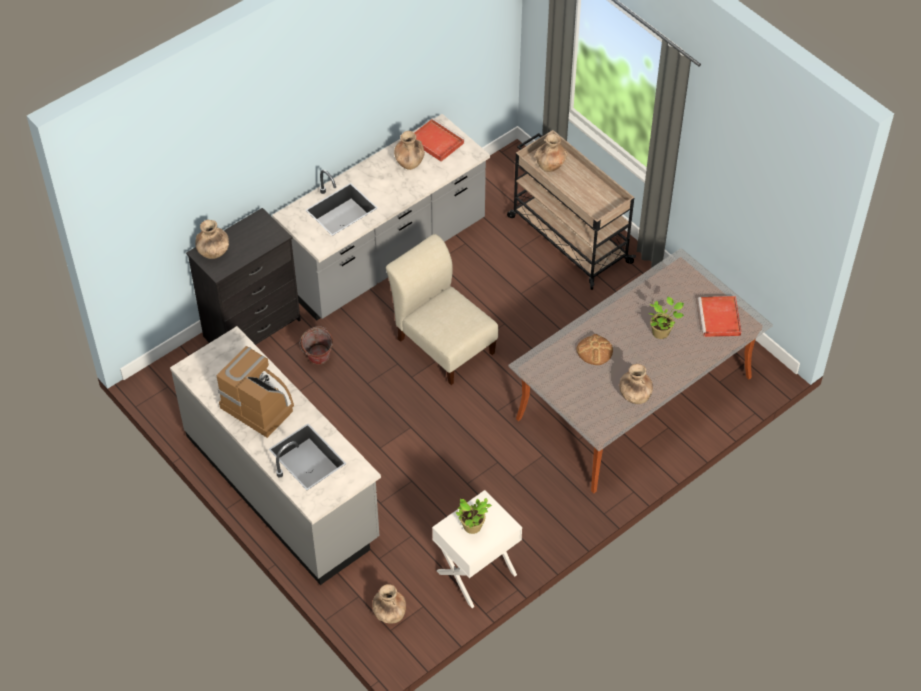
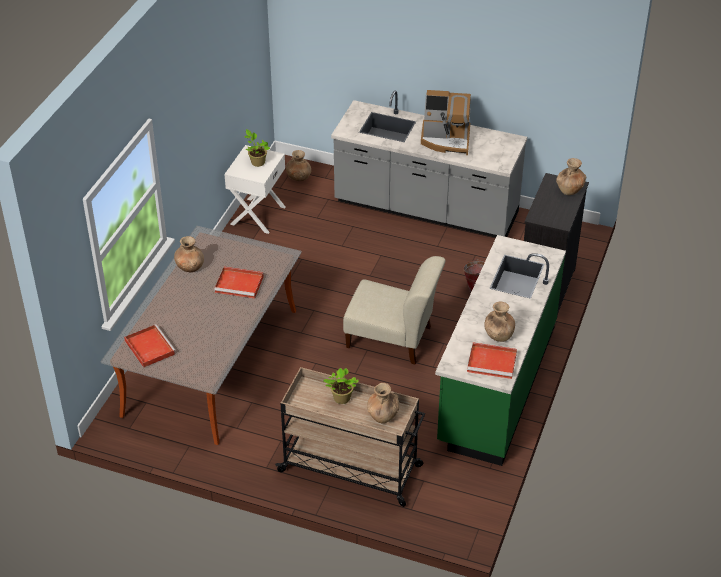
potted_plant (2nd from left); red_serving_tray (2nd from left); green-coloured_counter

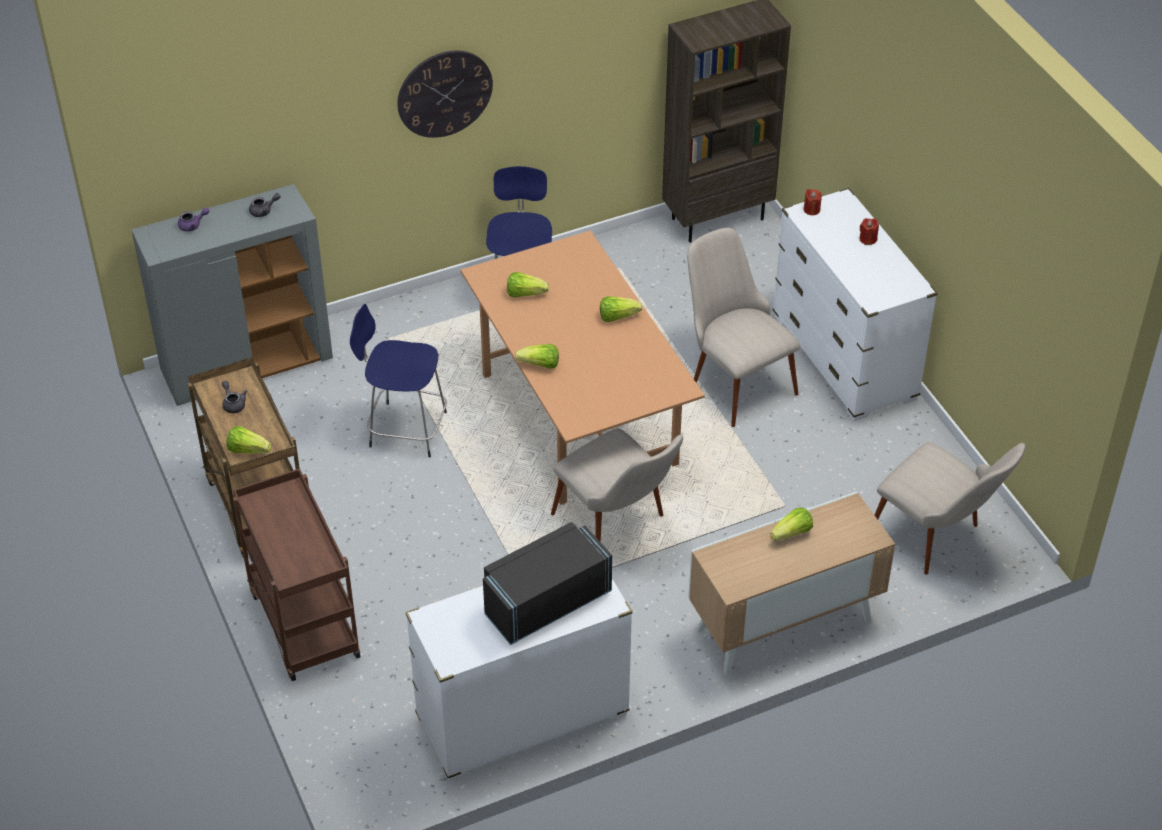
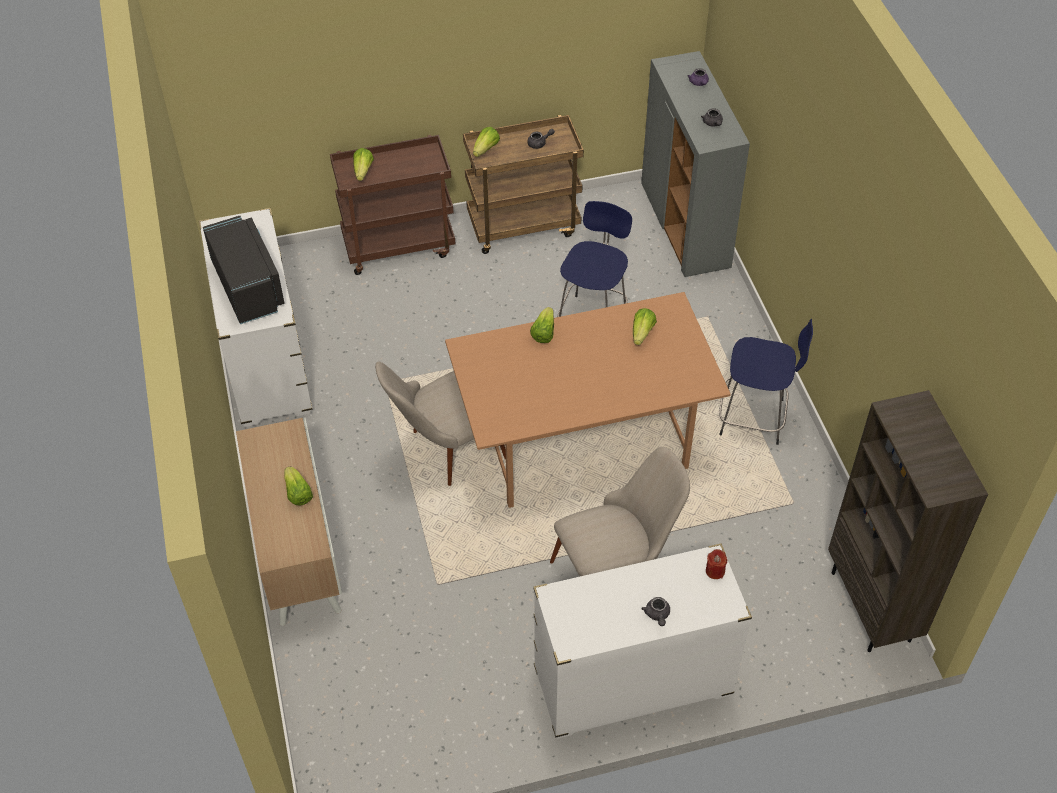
clock_on_the_wall; beige_plain_chair (3rd from left in the first image); lettuce (2nd from left); greyish_teapot (2nd from left)

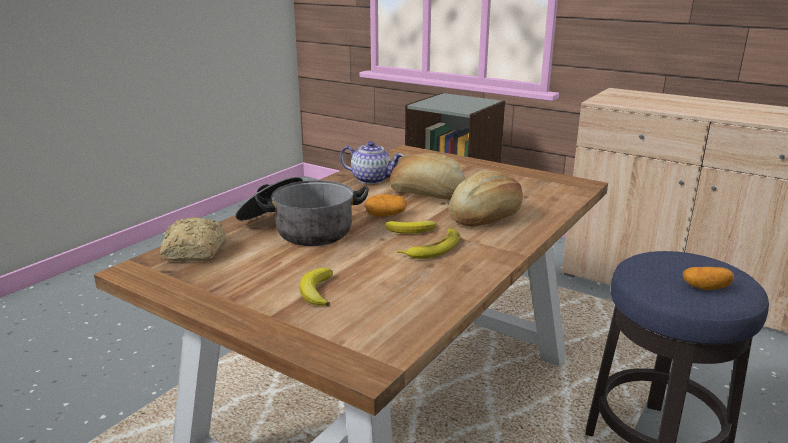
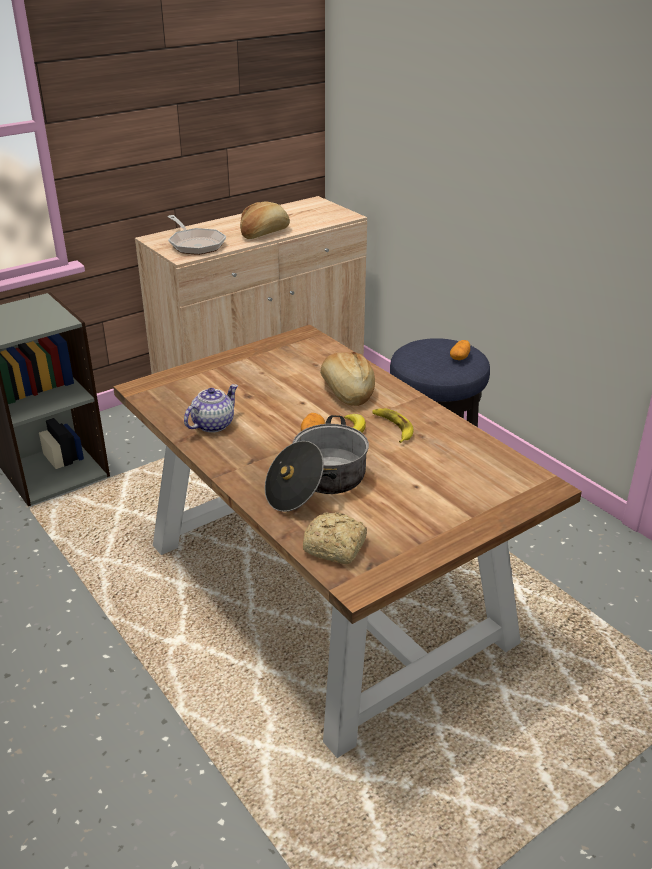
banana_fruit (1st from left in the first image); skillet; baked_bread (1st from left)

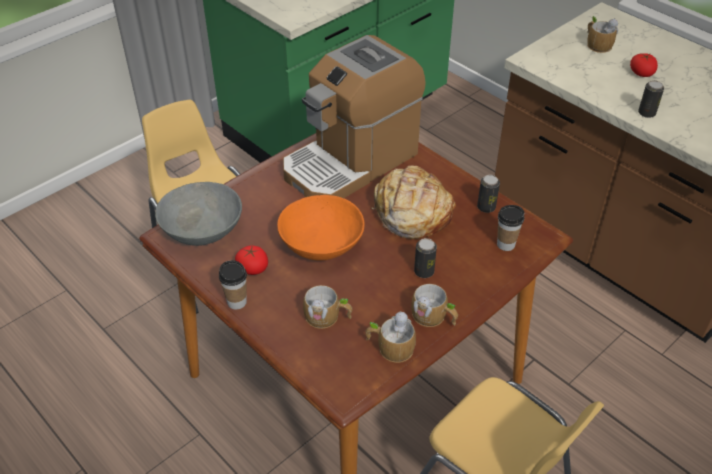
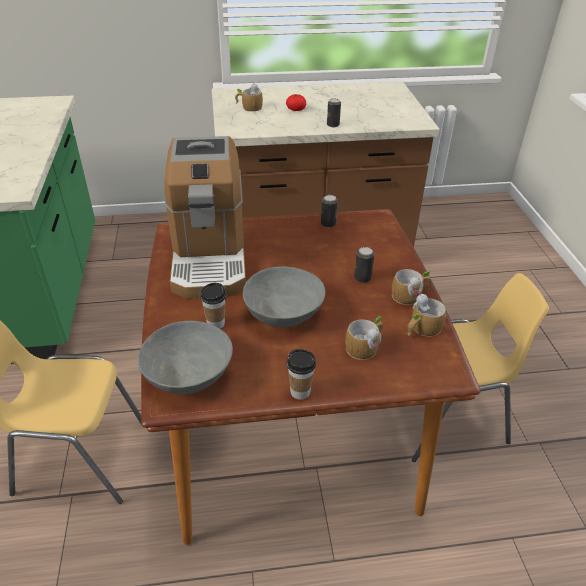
whole_tomato (1st from left in the first image); baked_bread; small_cup (1st from left); greyish_serving_bowl (2nd from left)

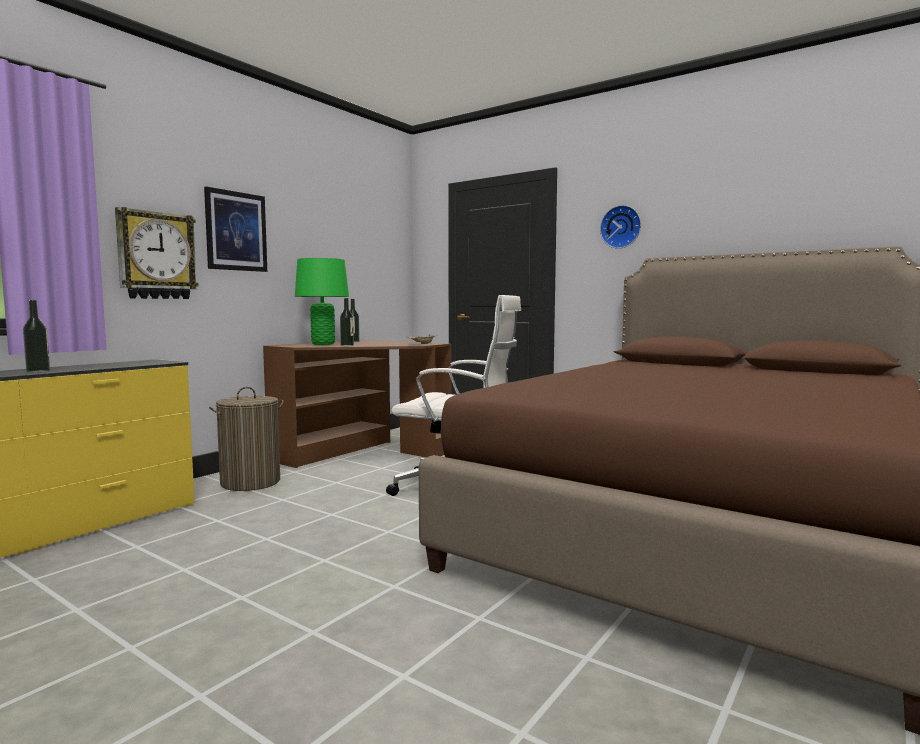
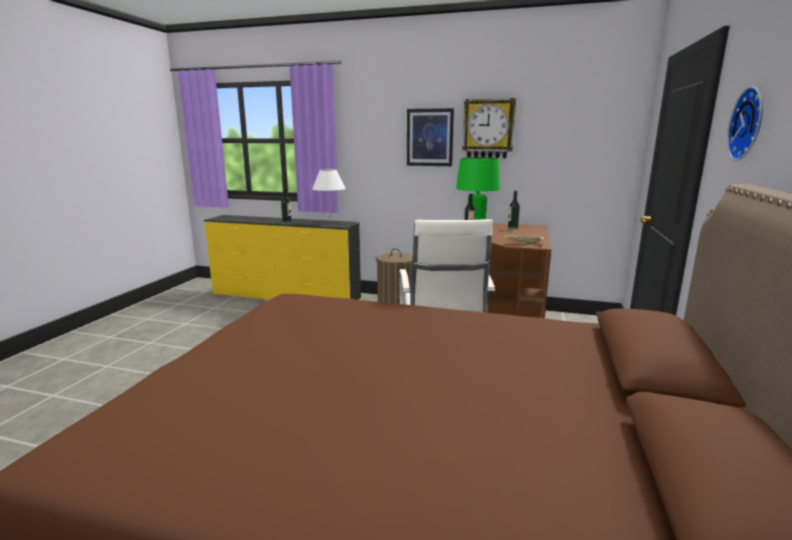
whitish_table_lamp; clock_on_the_wall (1st from left)

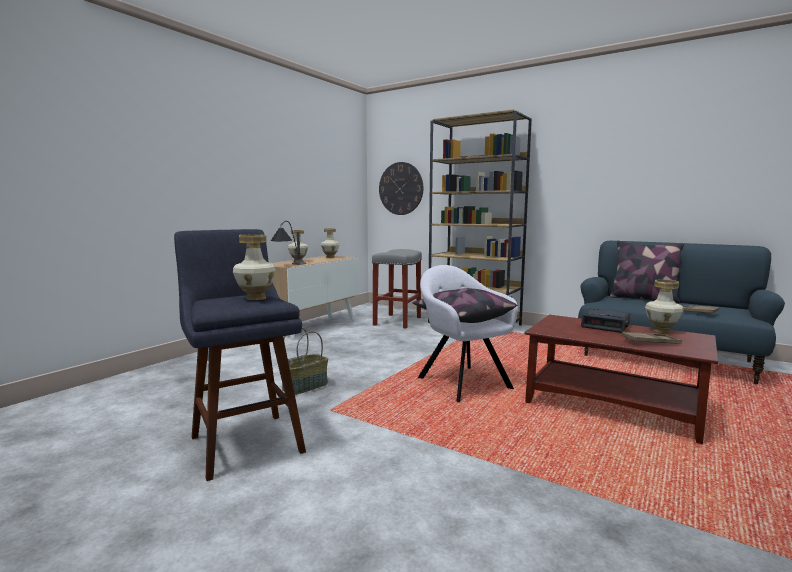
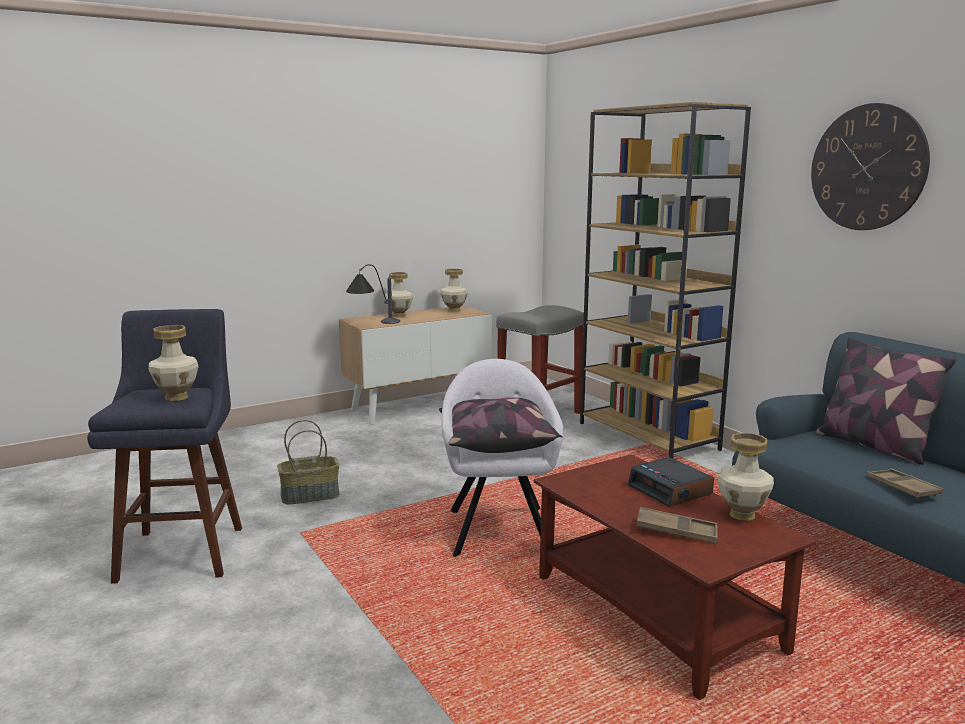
clock_on_the_wall

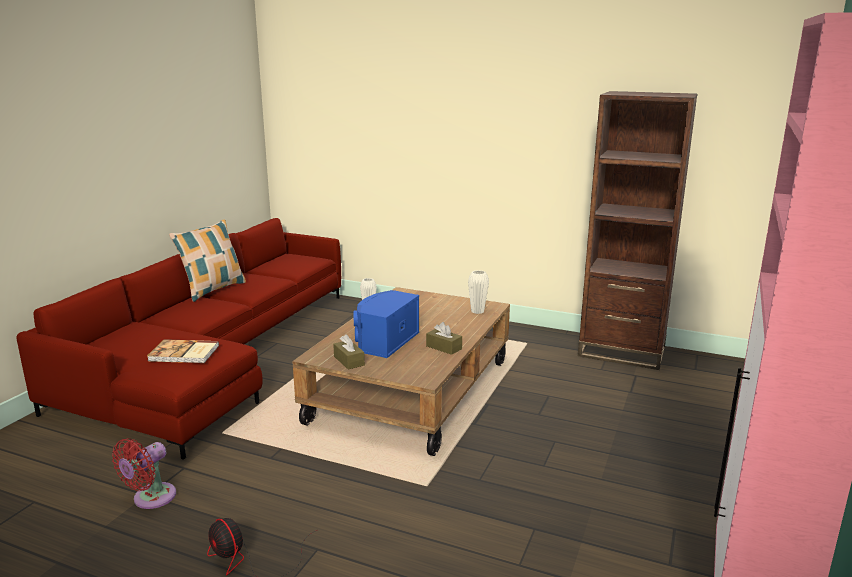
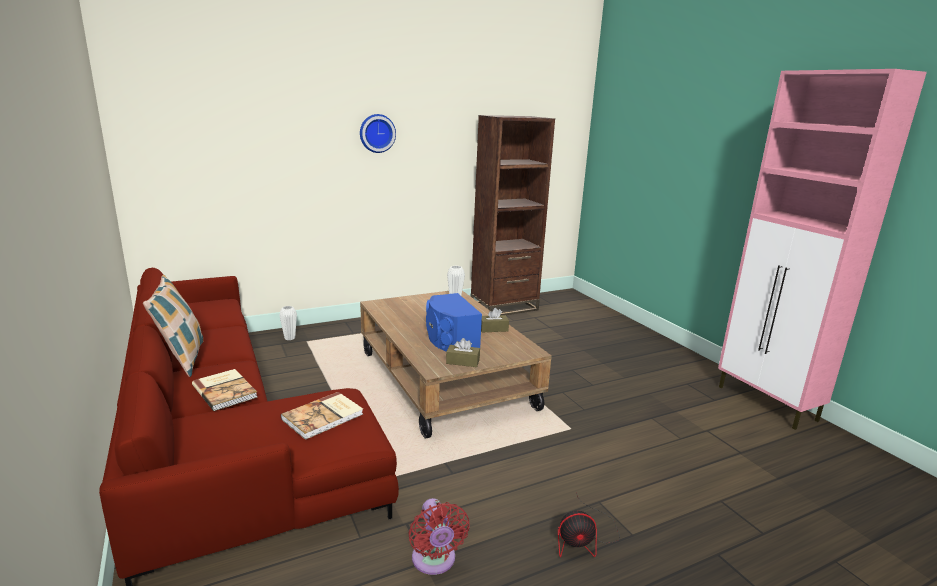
bound_book (1st from left); clock_on_the_wall

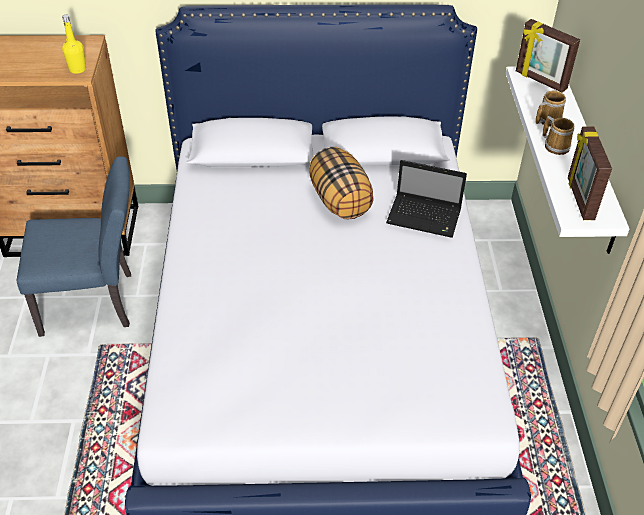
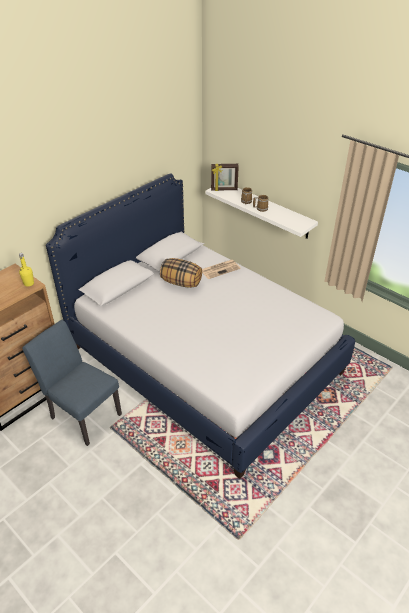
photo_frame (2nd from left in the first image); newspaper; blue-coloured_plain_chair

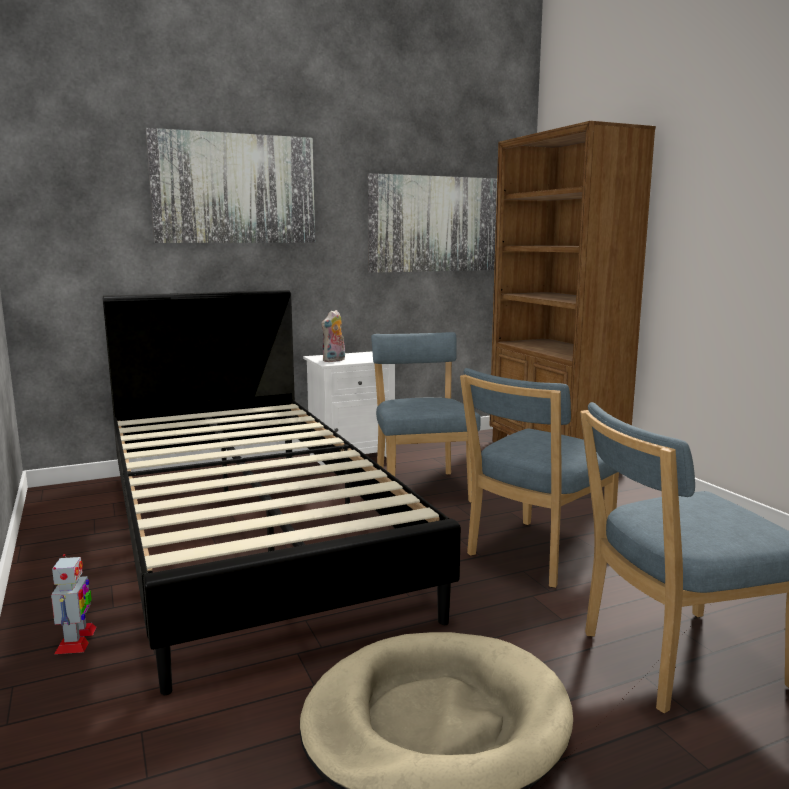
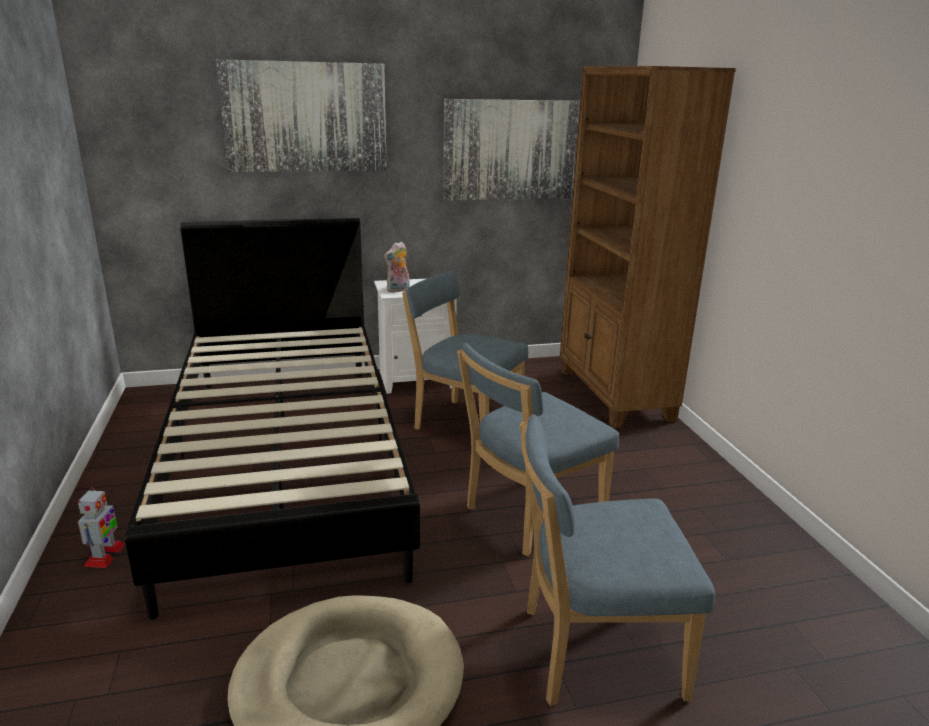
blue-coloured_plain_chair (1st from left)

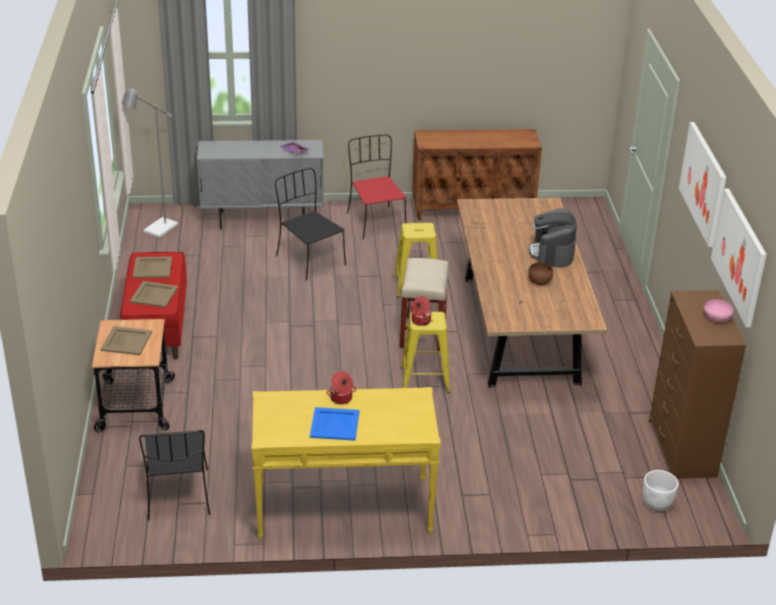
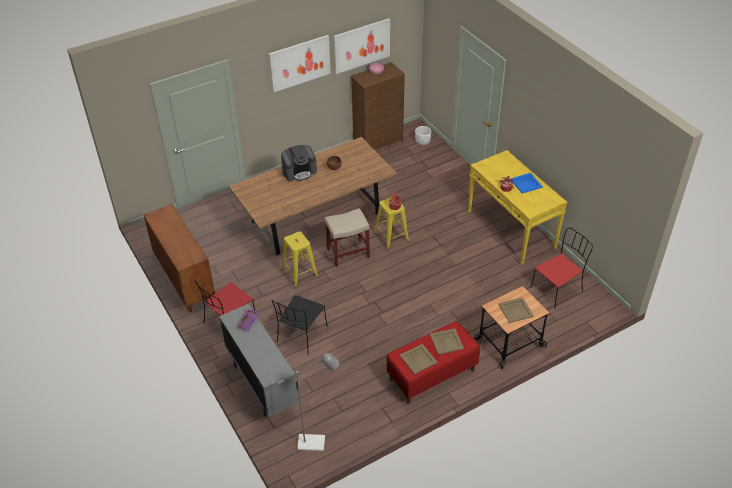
red_plain_chair (2nd from left)

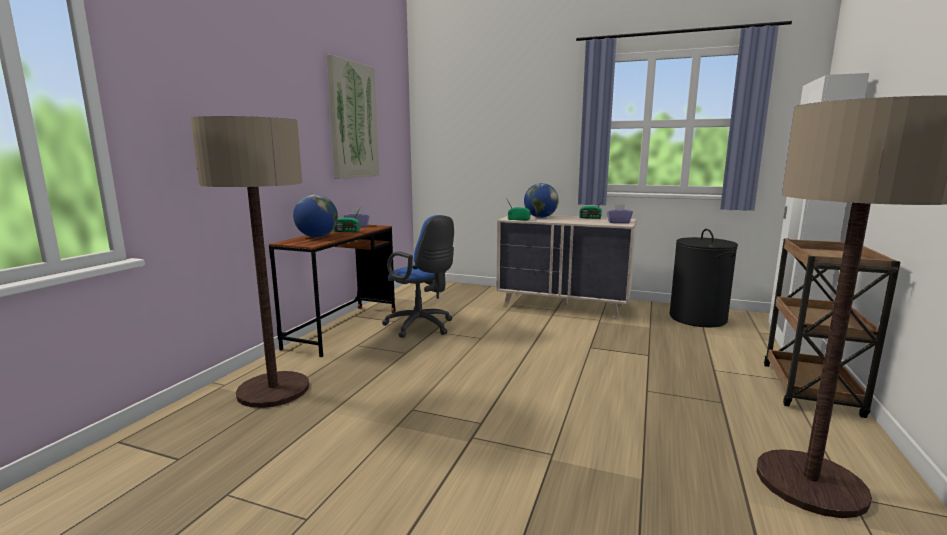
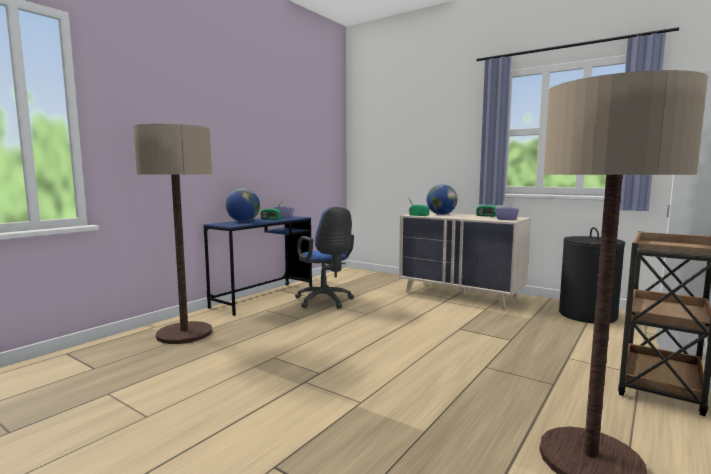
wall_picture; blue-coloured_desk

